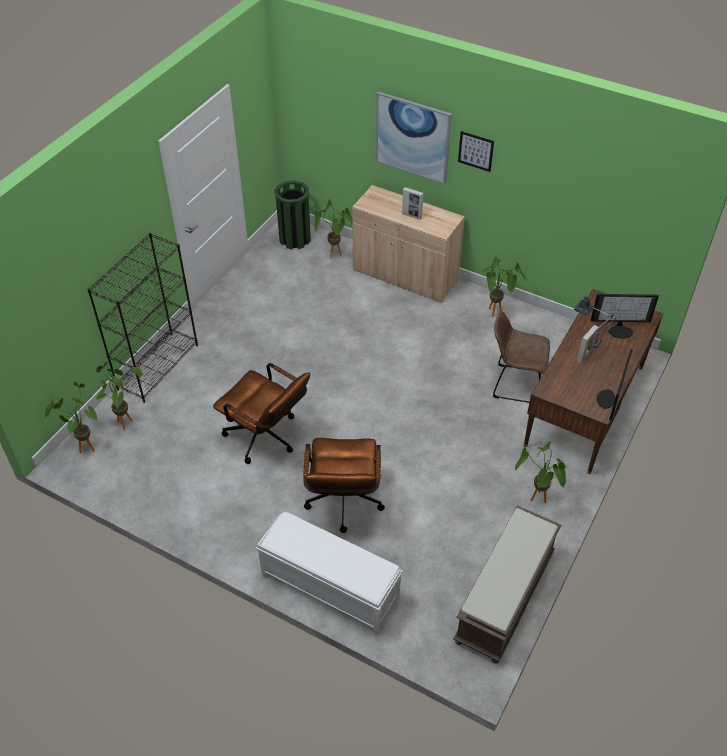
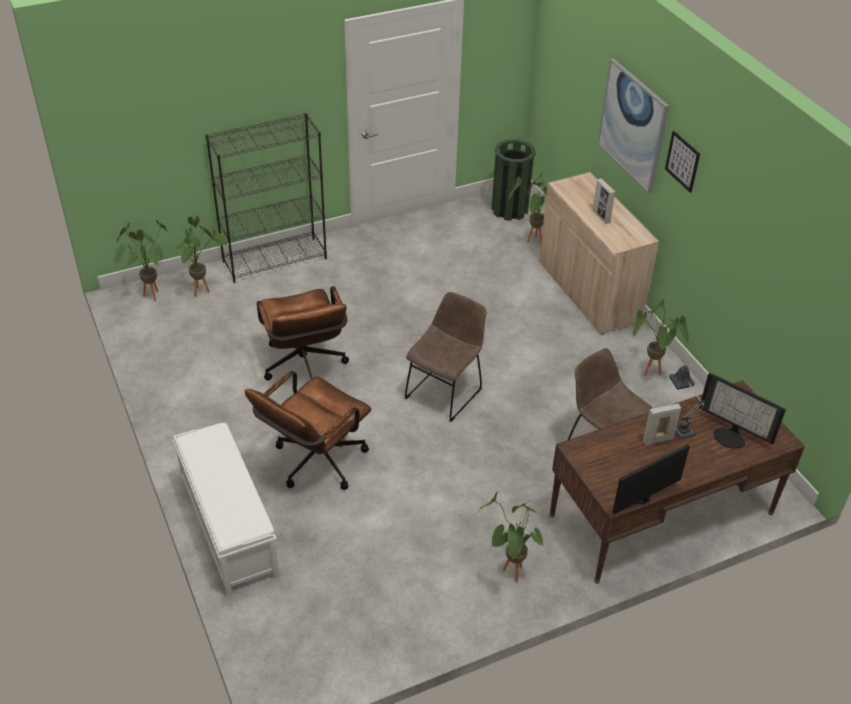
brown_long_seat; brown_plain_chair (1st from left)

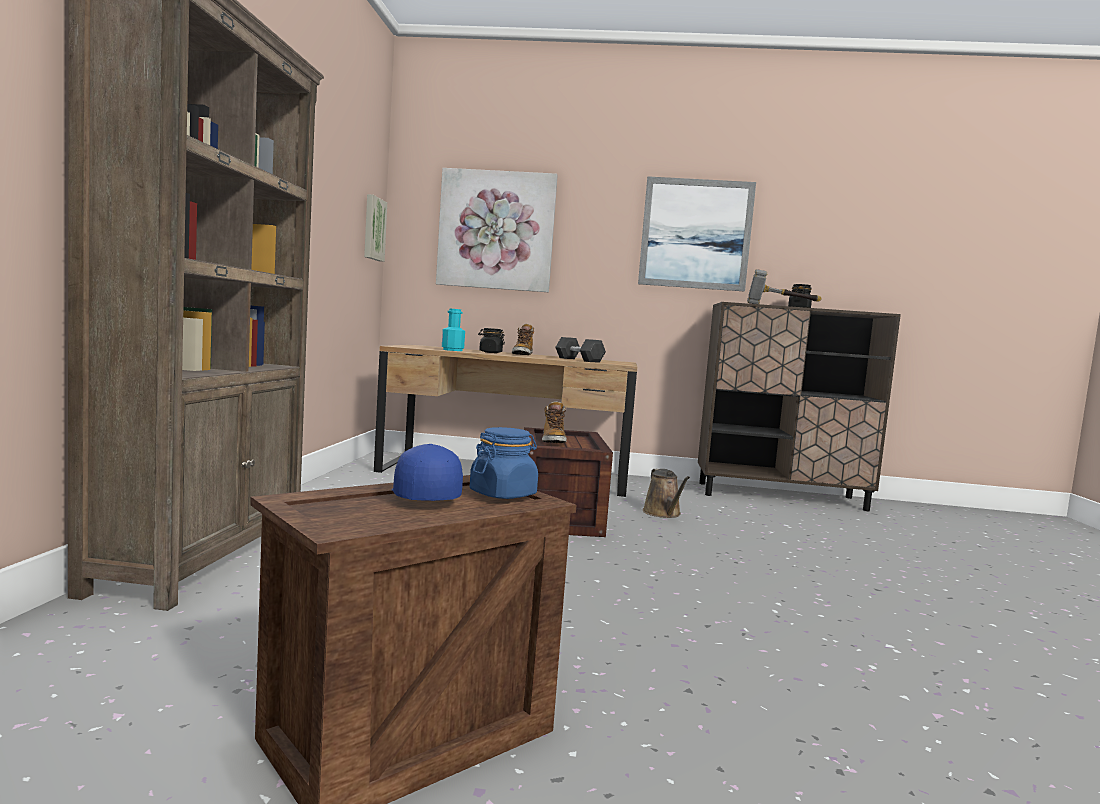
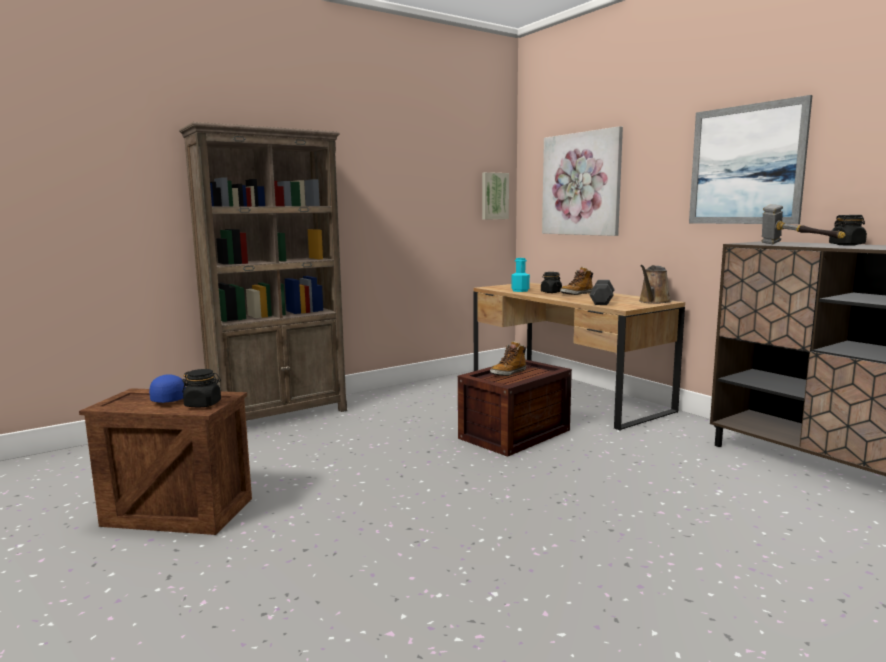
brown_sprinkling_can; black_preserve_jar (1st from left)

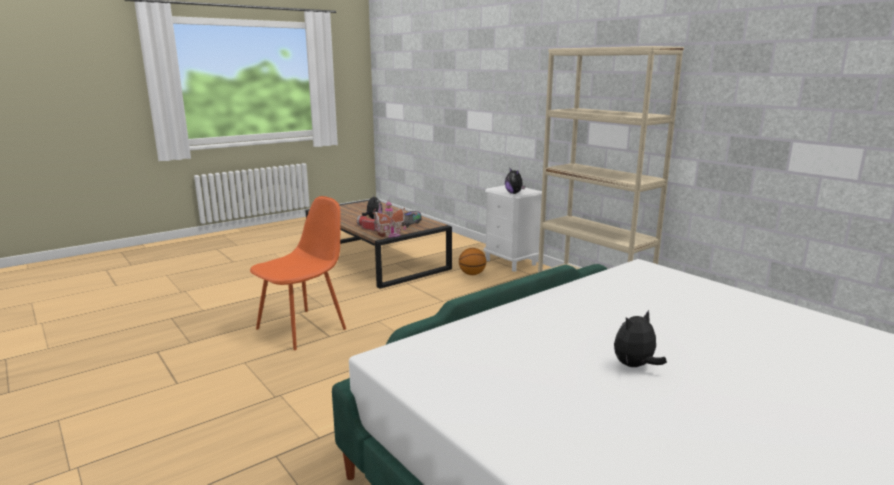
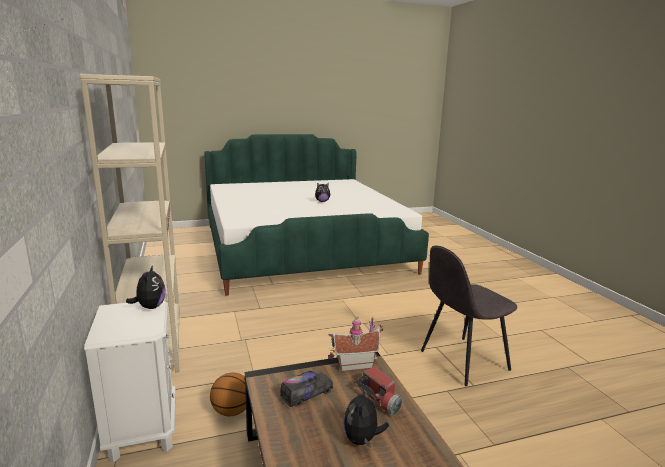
greyish_plain_chair

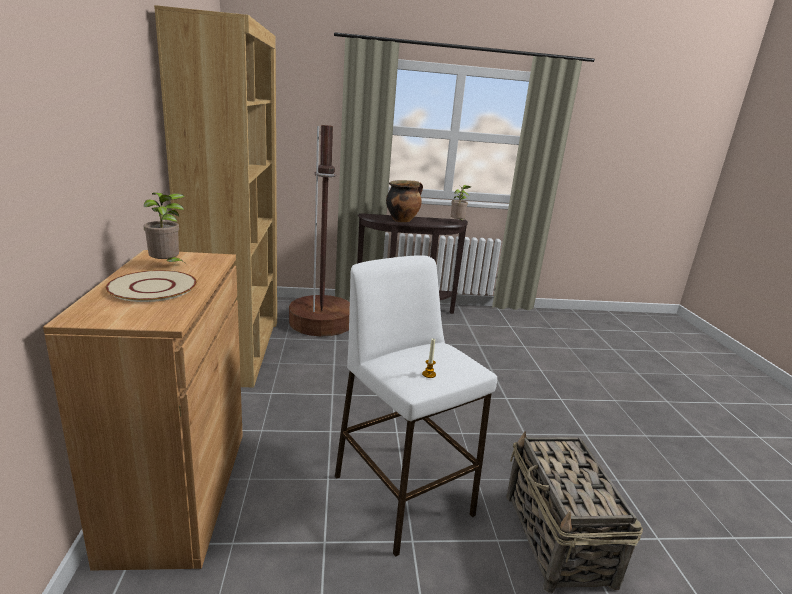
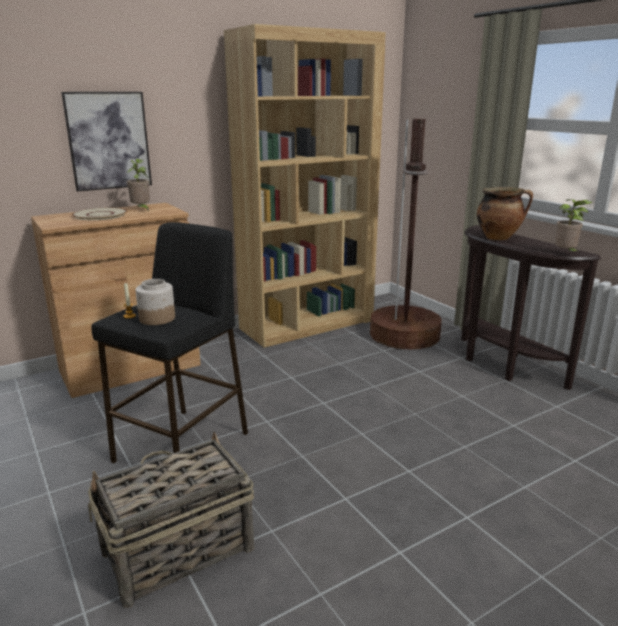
wall_picture; preserve_jar; black_stool

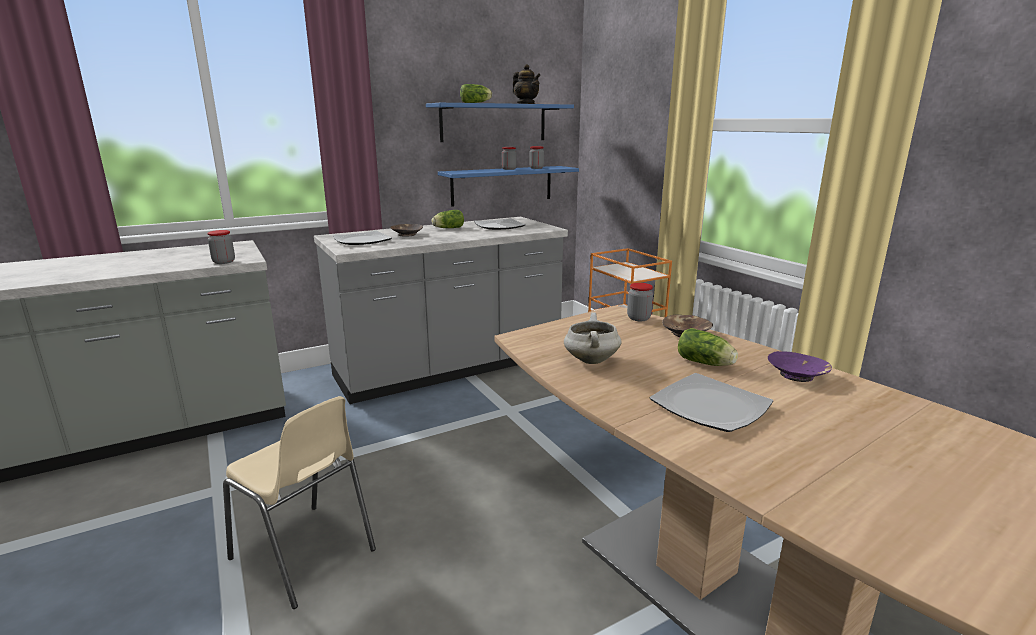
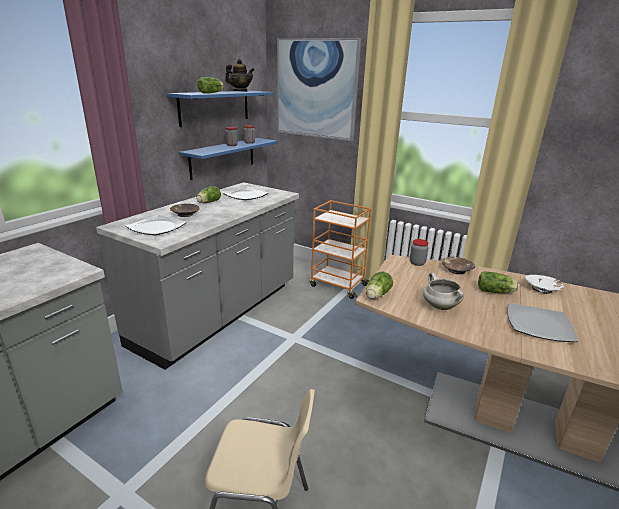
preserve_jar (1st from left in the first image); wall_picture; lettuce (3rd from left); whitish_serving_bowl

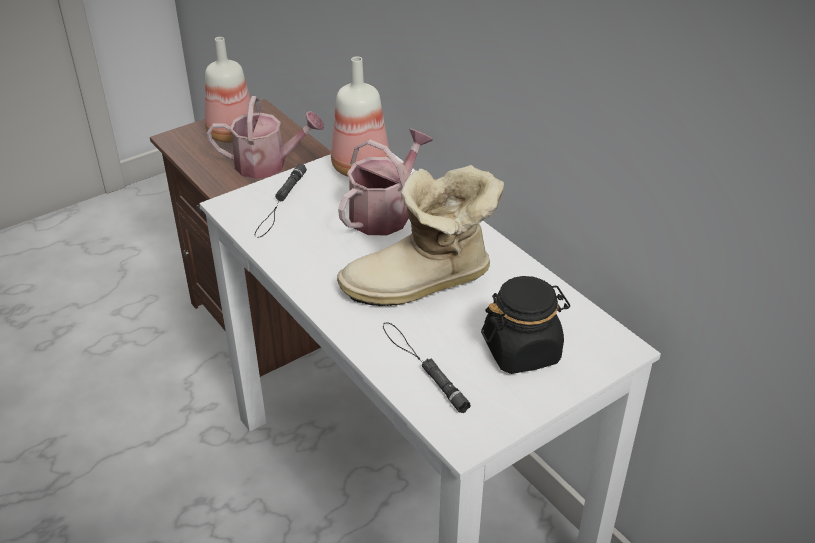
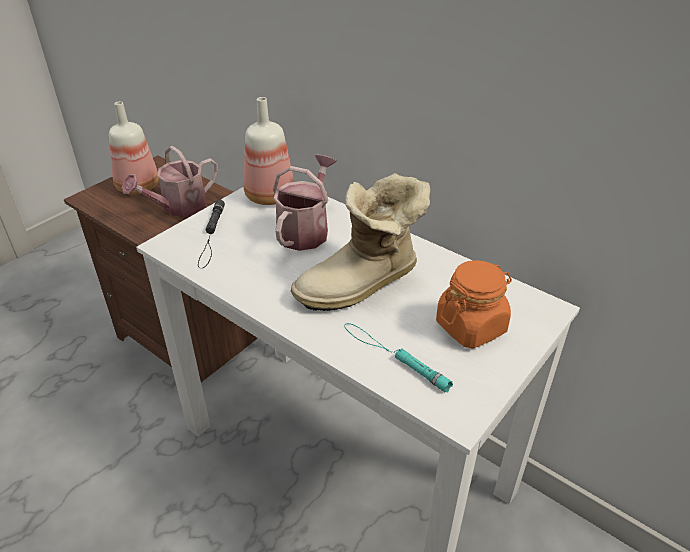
turquoise-coloured_torch; orangey_preserve_jar; sprinkling_can (1st from left)

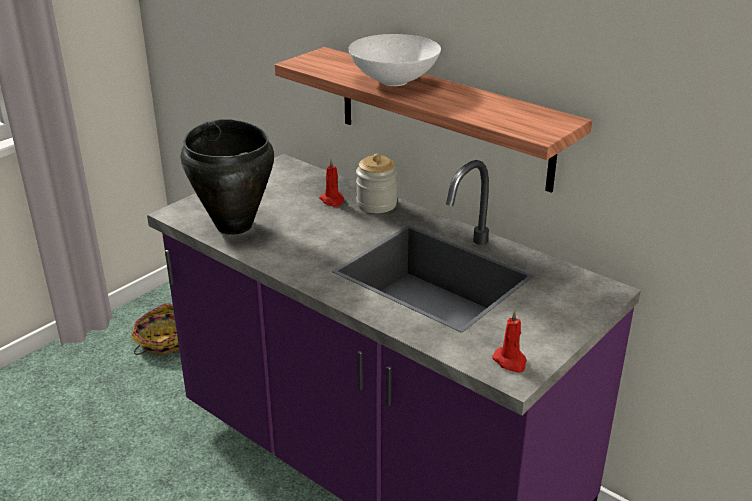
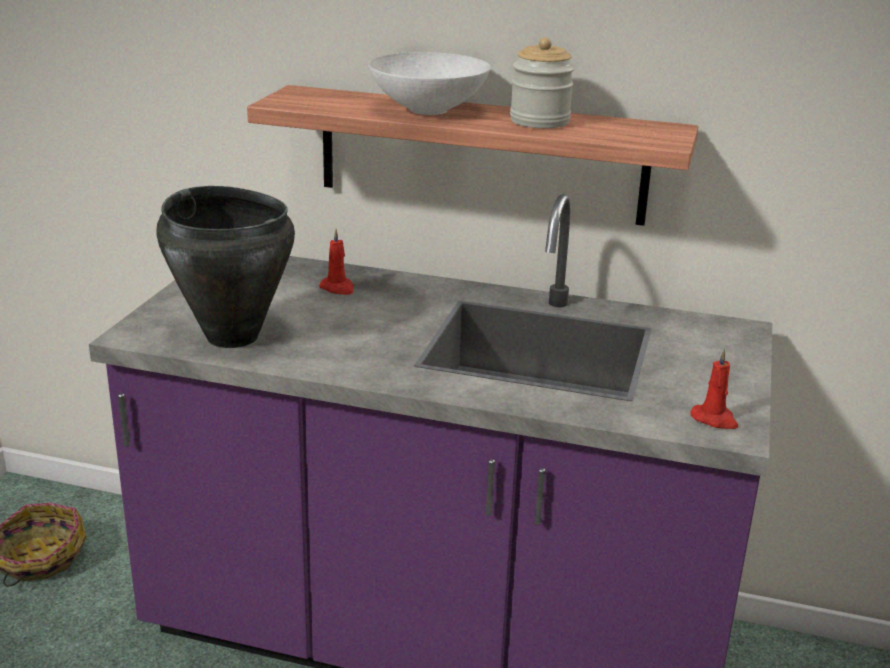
preserve_jar

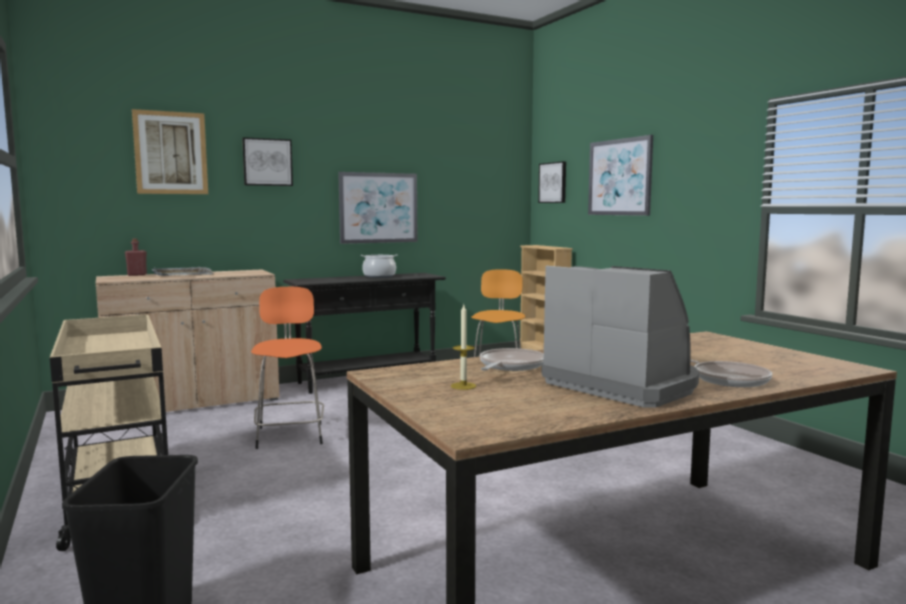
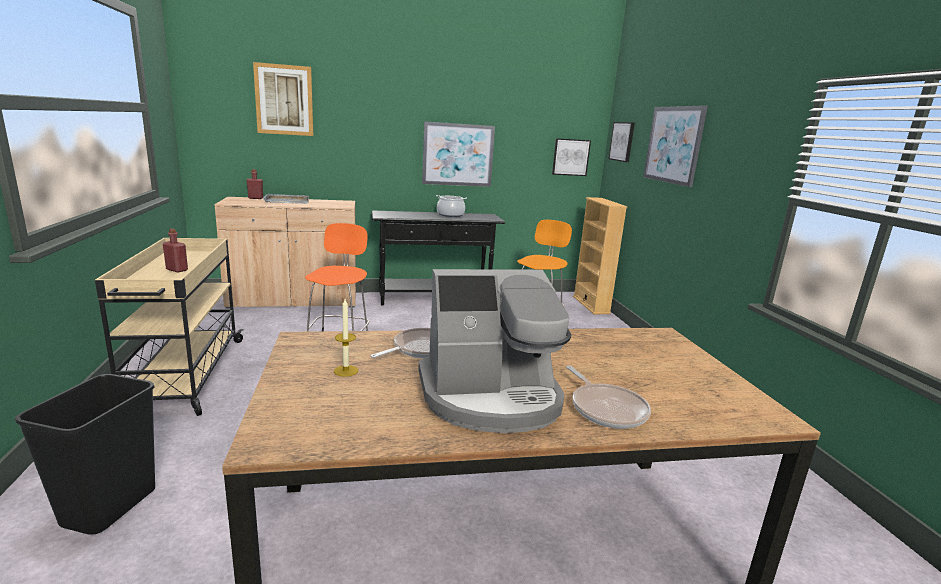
red_bottle (1st from left); wall_picture (3rd from left); coffee_maker

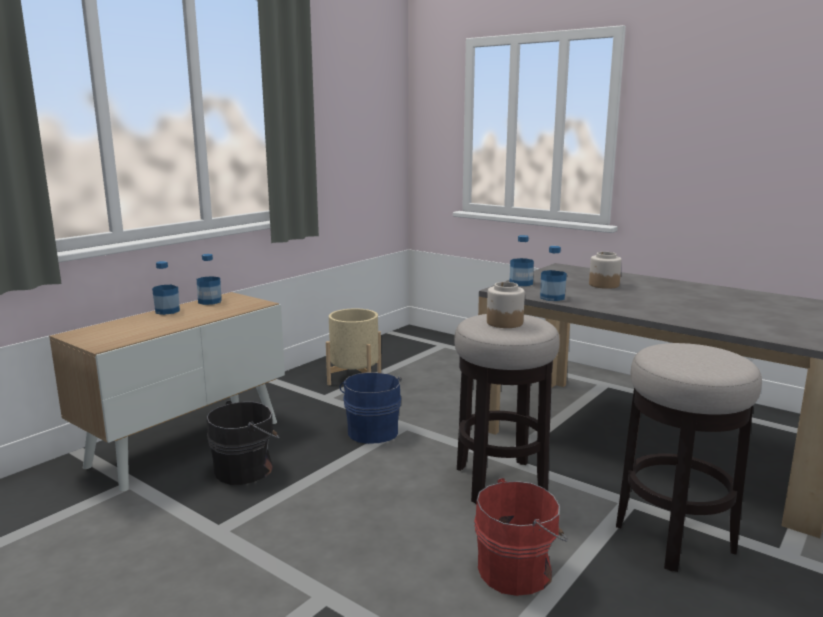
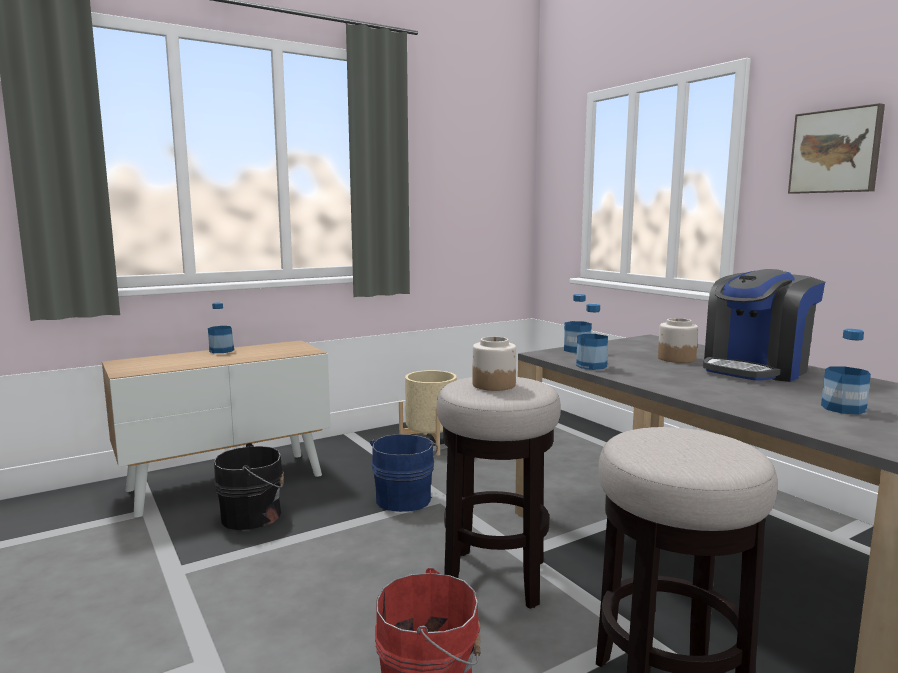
coffee_maker; wall_picture; bottle (4th from left)

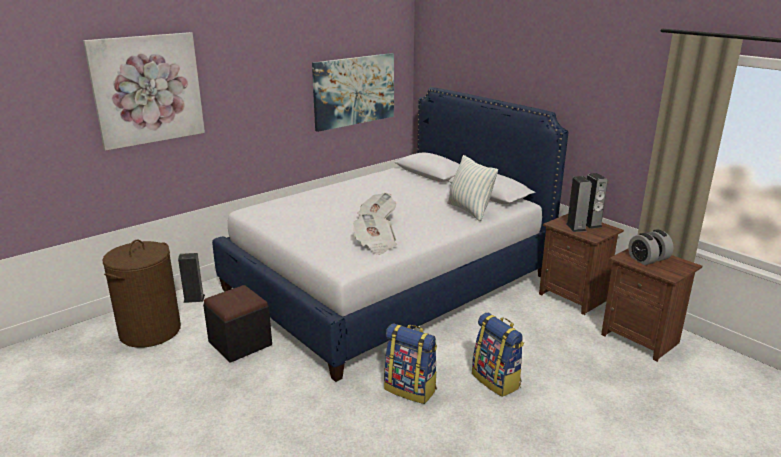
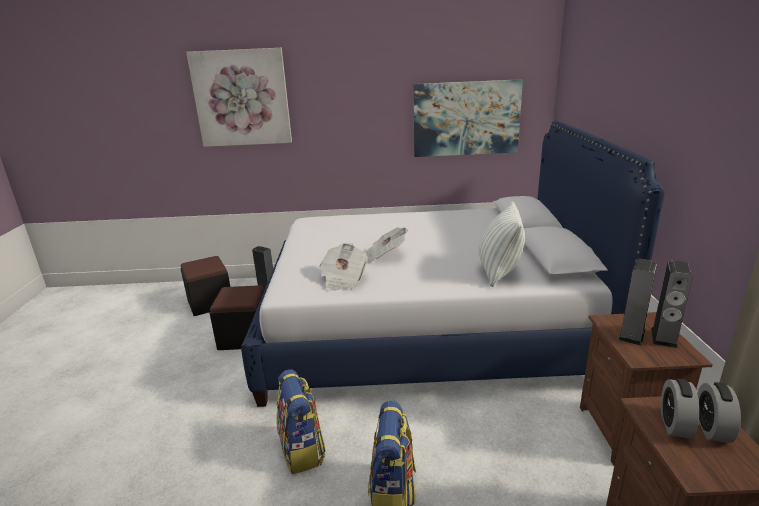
black_footrest (1st from left)

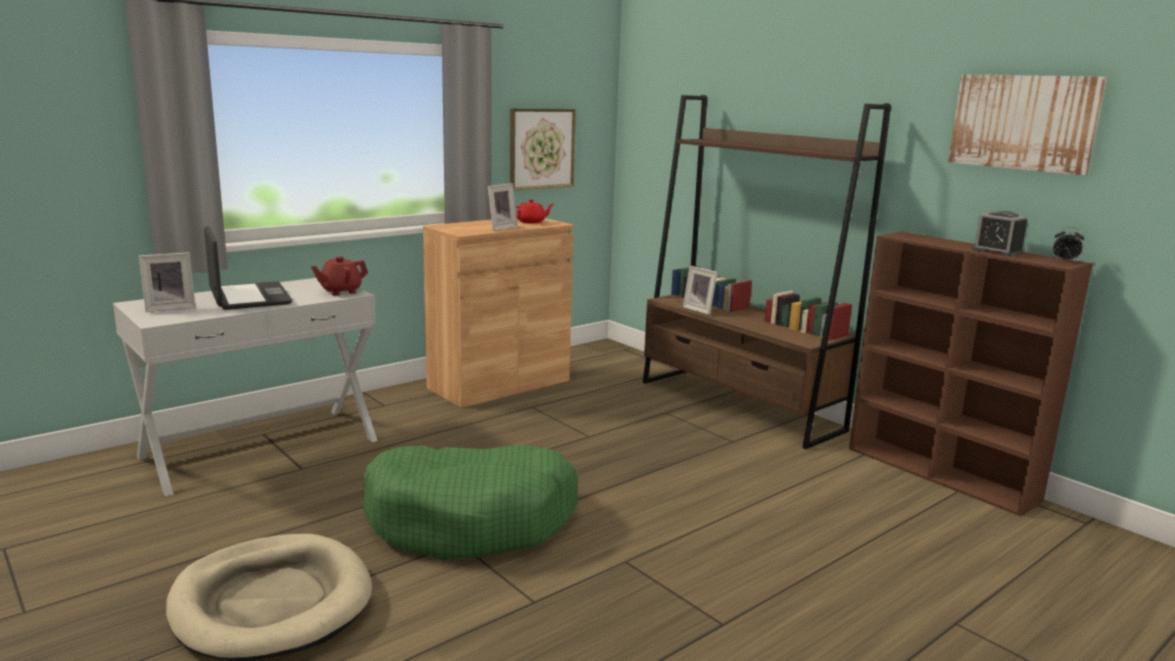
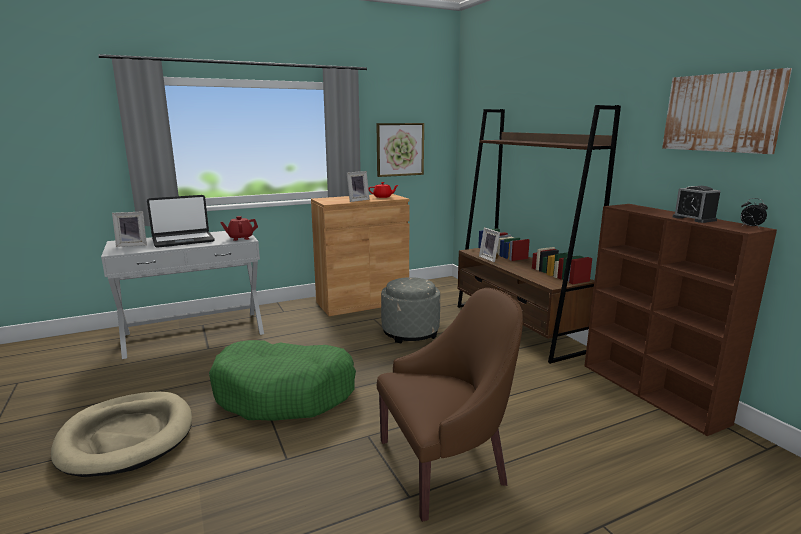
brown_armchair; greyish_footrest; laptop

